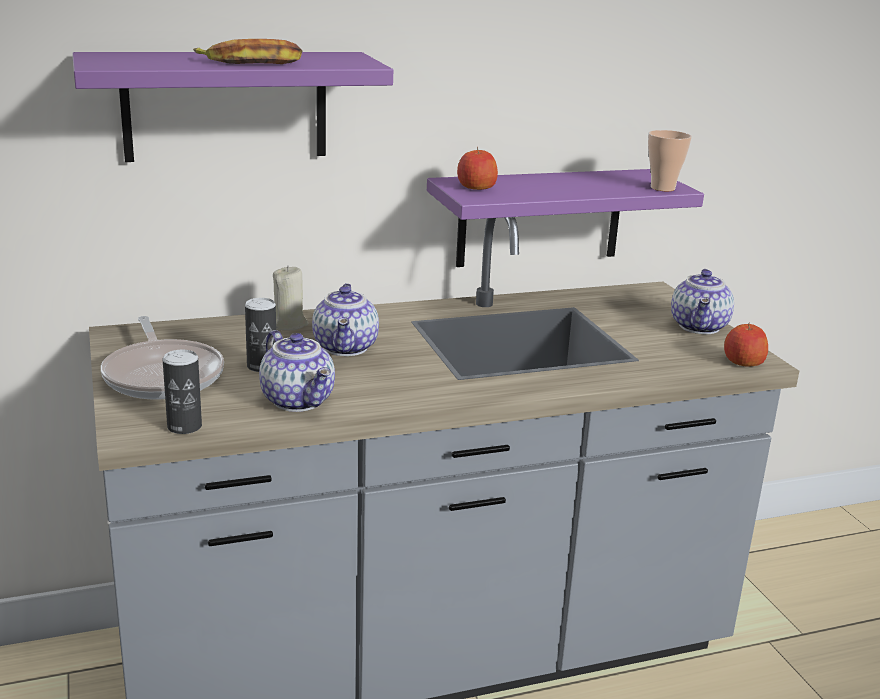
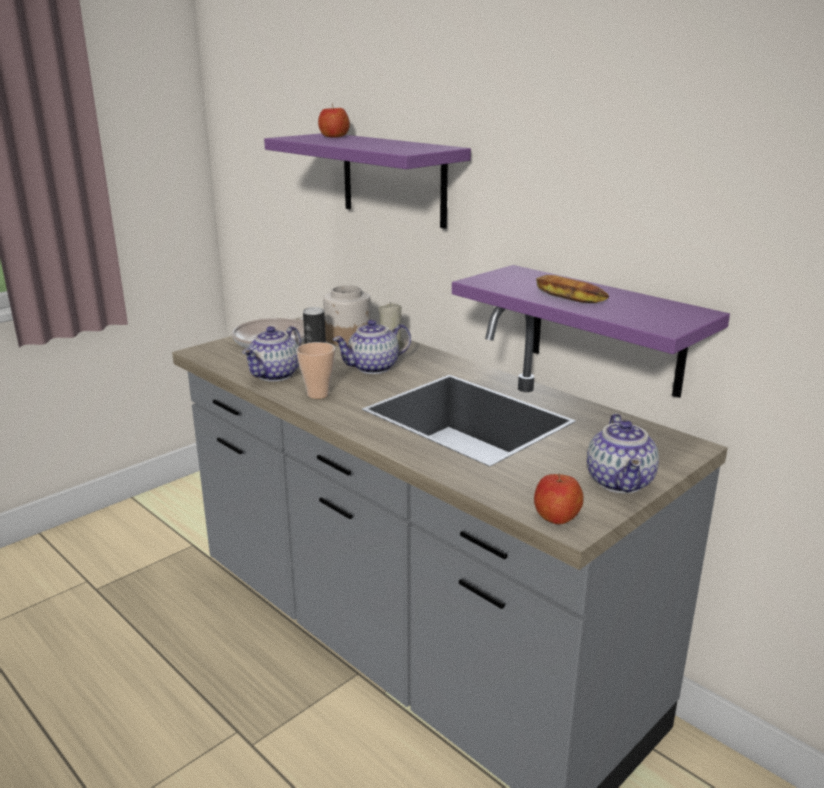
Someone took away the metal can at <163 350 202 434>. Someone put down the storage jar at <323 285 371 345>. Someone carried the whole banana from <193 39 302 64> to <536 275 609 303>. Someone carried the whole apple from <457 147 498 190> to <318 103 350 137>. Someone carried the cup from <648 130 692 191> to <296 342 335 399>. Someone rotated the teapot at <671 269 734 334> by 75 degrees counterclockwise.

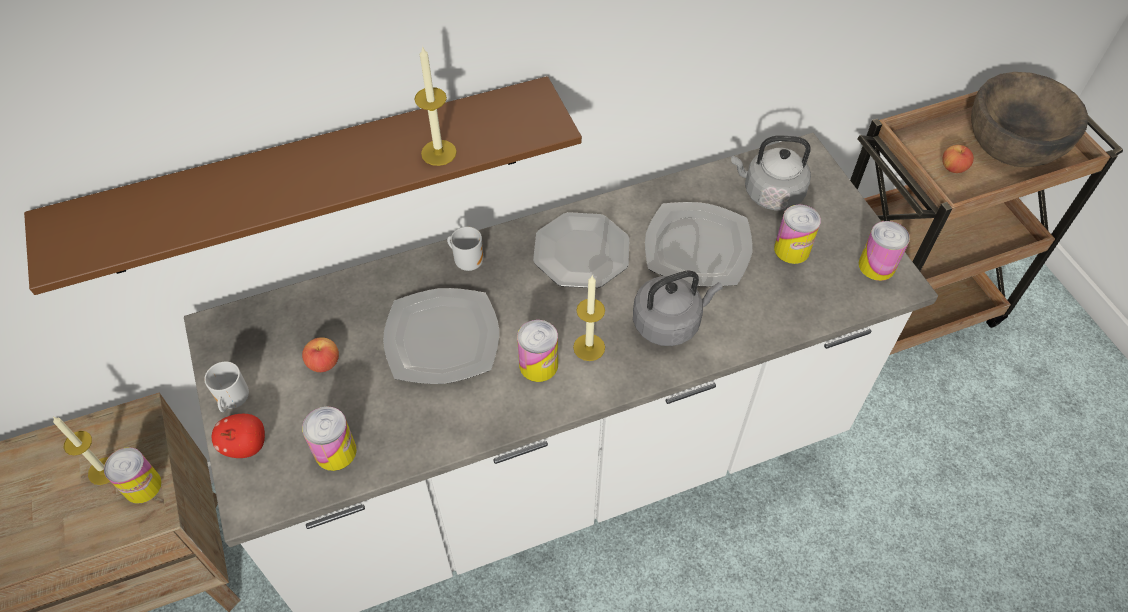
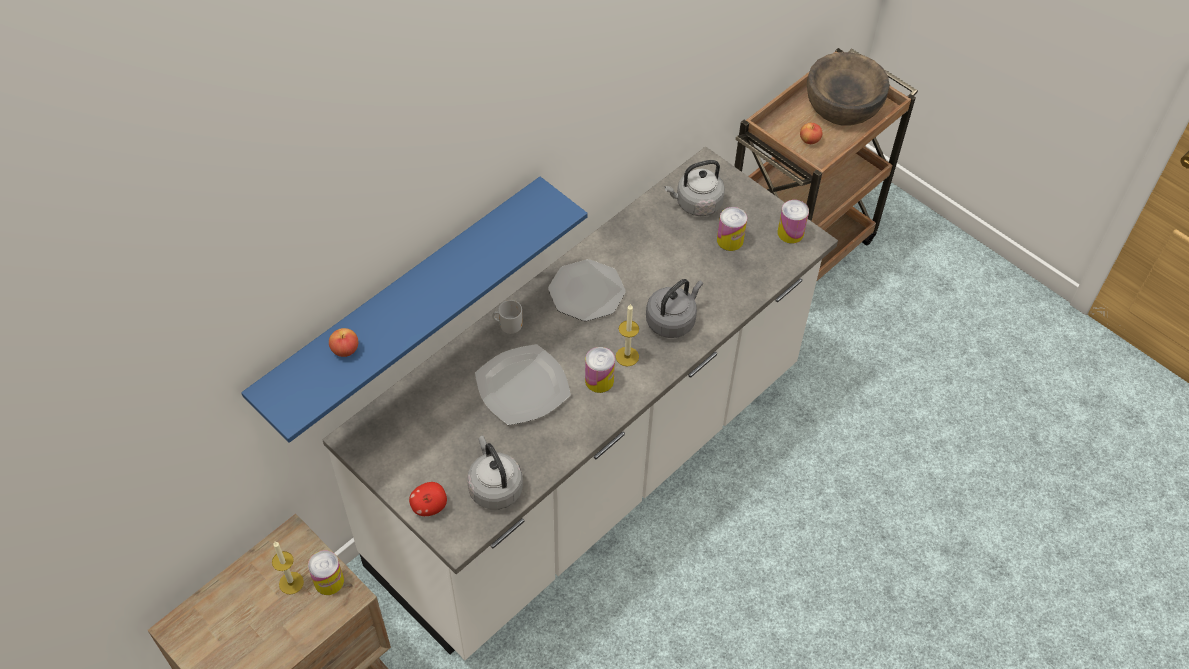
Someone took away the tea mug at <204 361 249 412>. Someone took away the candle at <414 46 457 166>. Someone took away the plate at <645 202 752 287>. Someone carried the whole apple from <302 337 339 372> to <329 328 358 357>. Someone swapped the metal can at <302 406 357 471> for the grey water kettle at <467 436 523 510>. Someone repainted the brown-coloured bracket shelf at <24 76 582 295>, which became the blue-coloured bracket shelf at <241 177 588 443>.

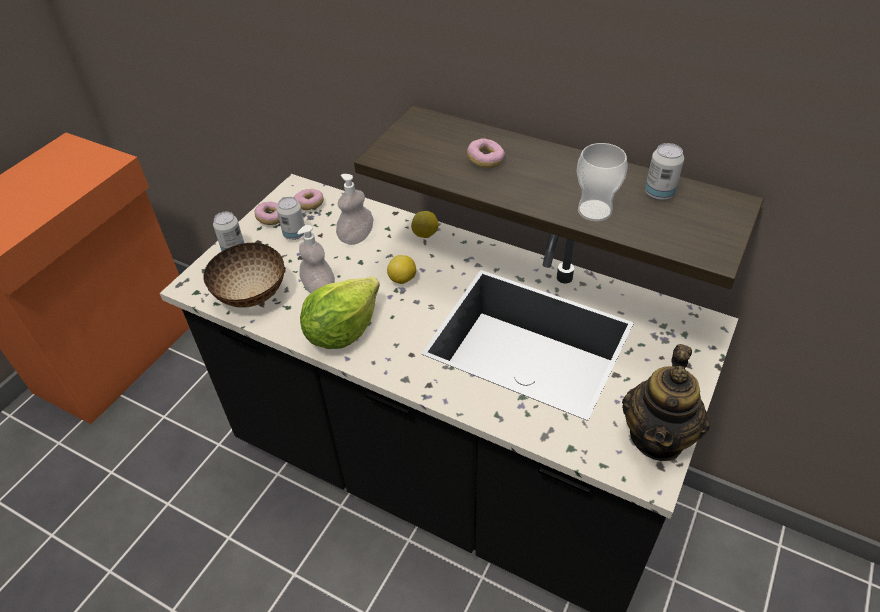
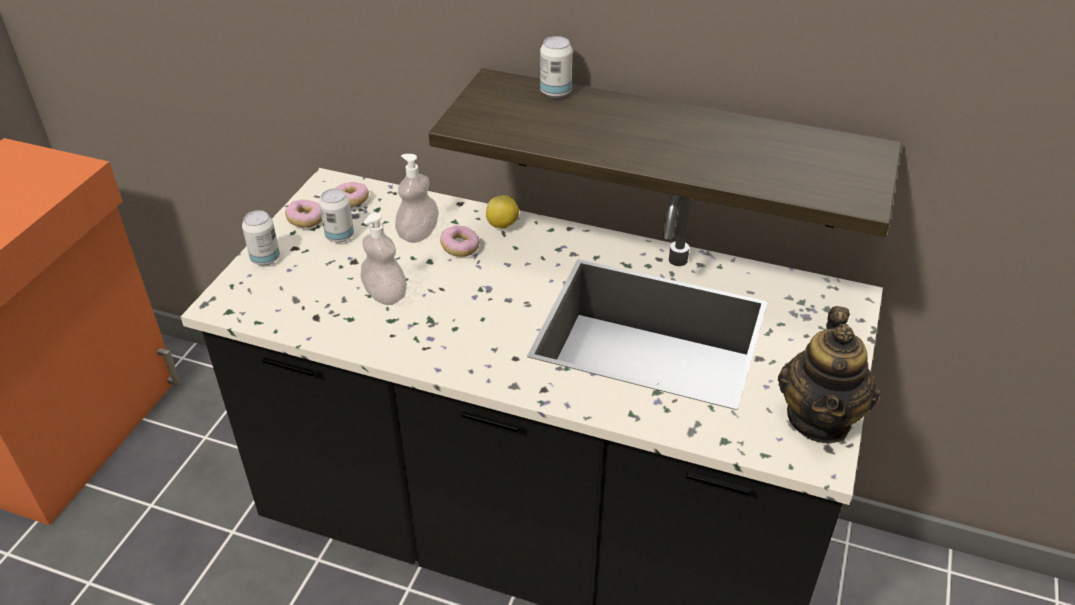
Someone took away the bowl at <203 243 286 308>. Someone took away the lettuce at <300 276 380 349>. Someone took away the lemon at <387 255 416 284>. Someone took away the cup at <576 143 628 221>. Someone carried the donut from <467 138 505 169> to <440 225 480 257>. Someone carried the metal can from <645 143 684 200> to <540 36 573 98>.

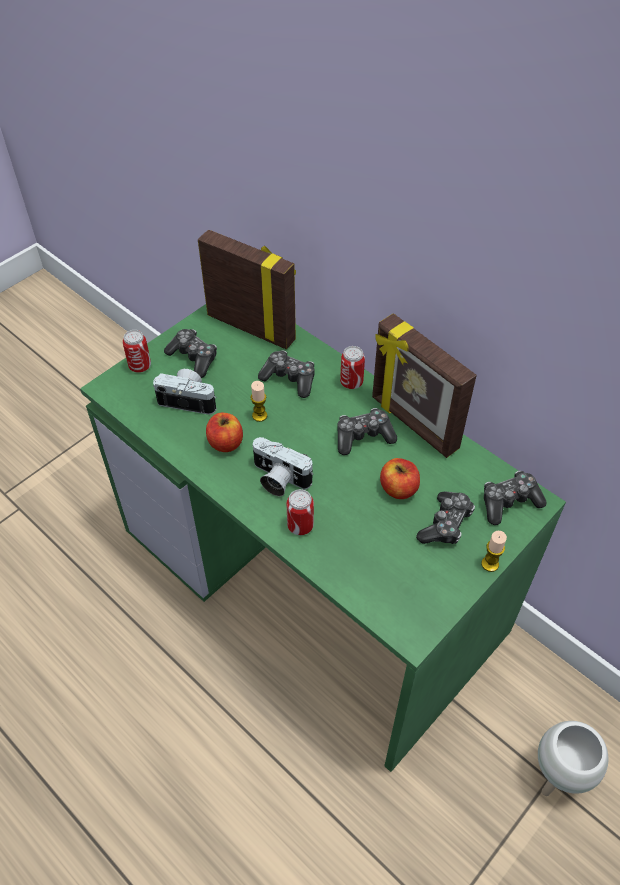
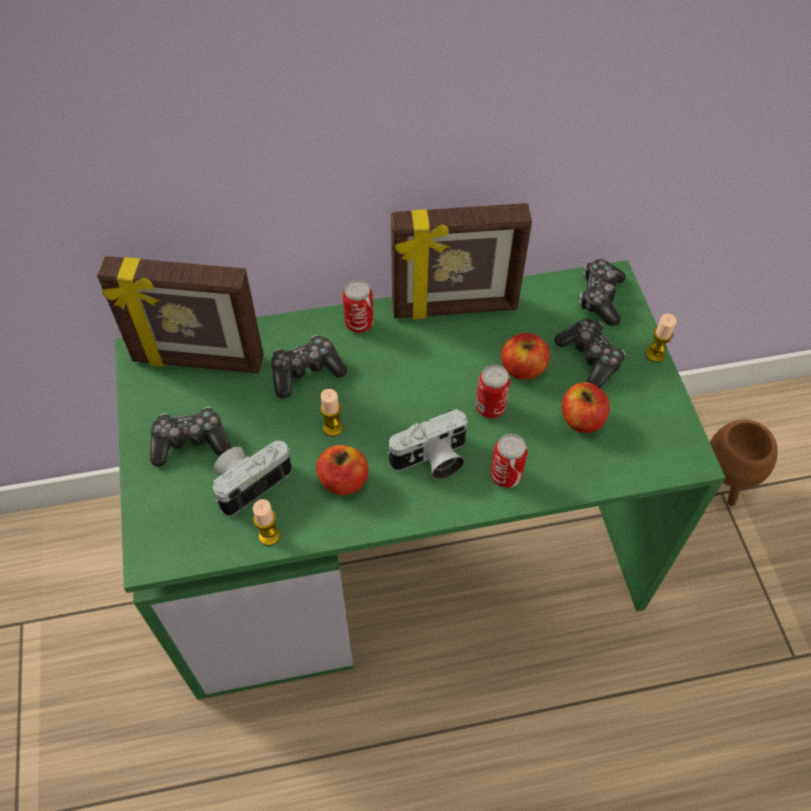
Someone took away the game controller at <337 408 397 455>. Someone put down the candle at <253 499 280 546>. Someone put down the whole apple at <562 382 610 433>. Someone carried the metal can from <123 330 151 373> to <476 365 511 418>. Someone repainted the white-coloured plant pot at <538 721 608 796>, which became the brown-coloured plant pot at <710 420 778 506>. Someone rotated the photo frame at <198 230 296 350> by 150 degrees counterclockwise.

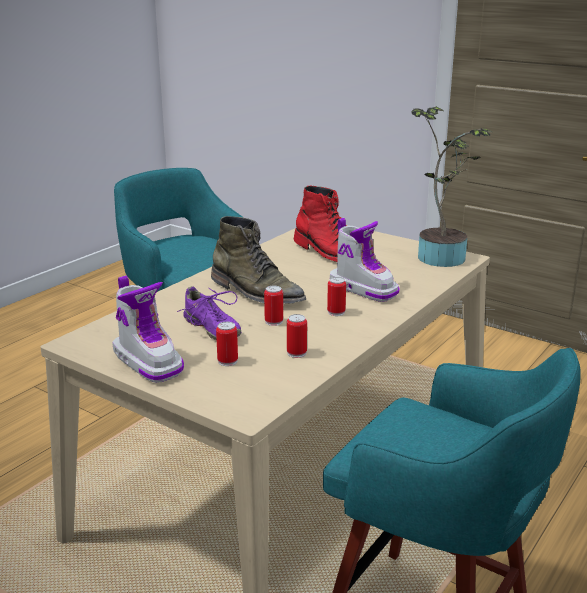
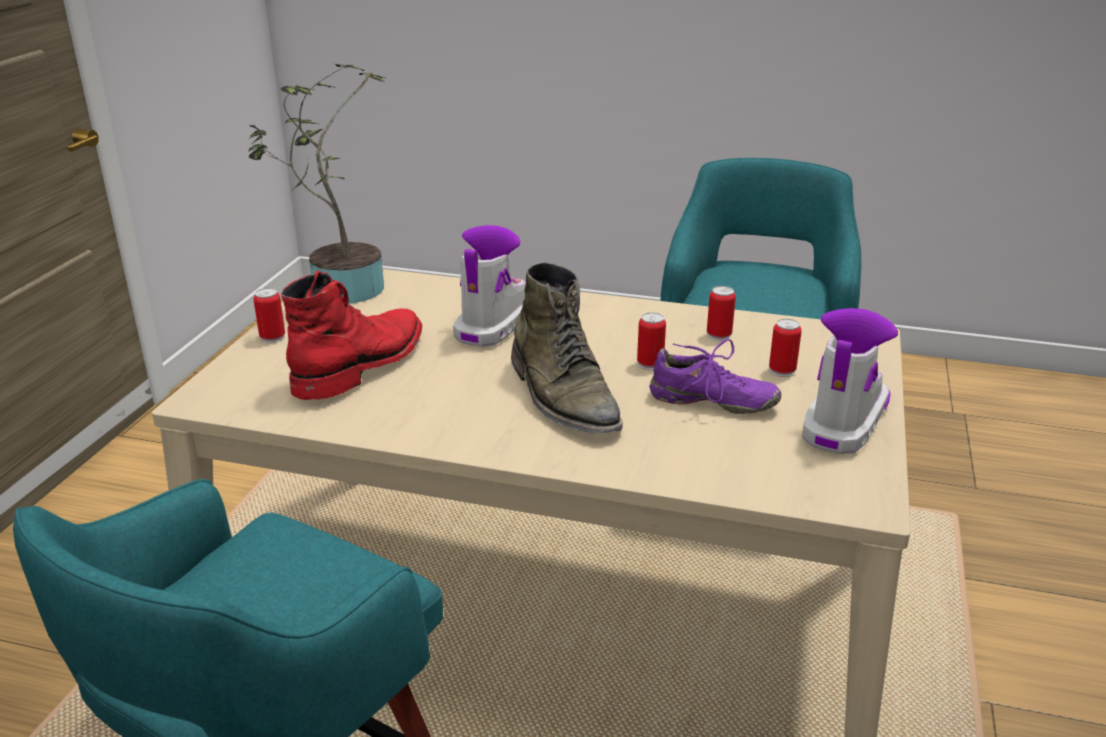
Someone carried the metal can from <327 277 346 316> to <253 288 285 343>. Someone rotated the purplish low shoe at <177 286 242 340> by 75 degrees clockwise. Someone rotated the green-coloured tall boot at <211 216 306 304> by 135 degrees clockwise.

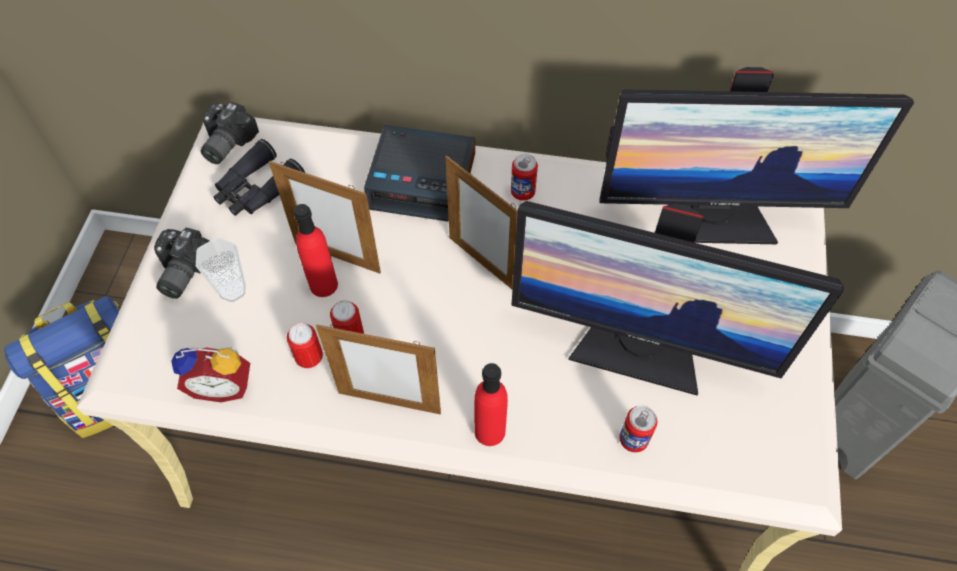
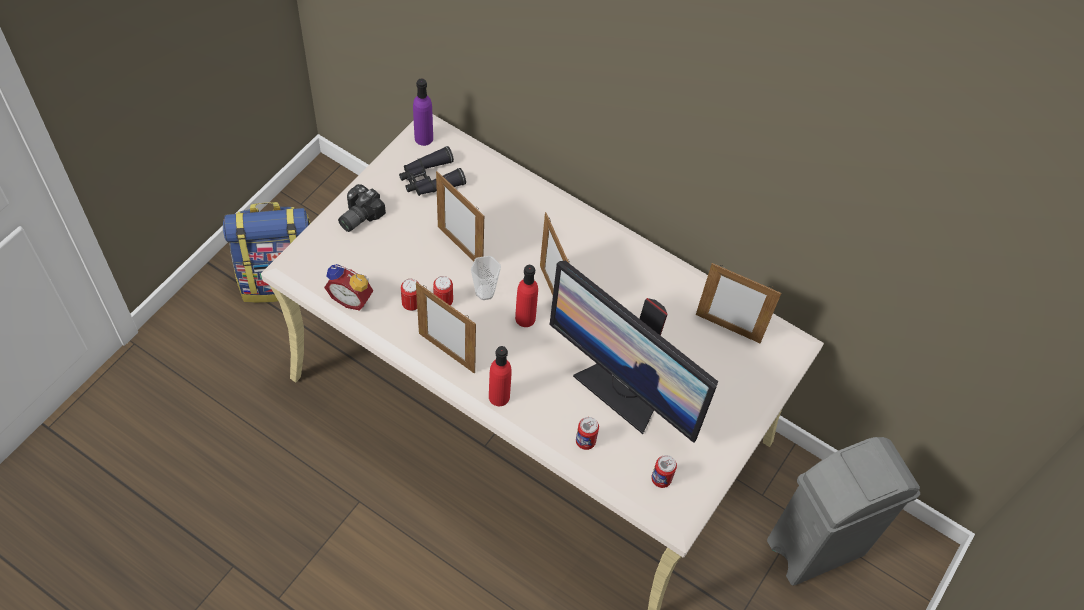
Someone took away the alarm clock at <364 125 475 222>. Someone carried the cup from <196 238 245 302> to <471 256 501 300>. Someone carried the reddish drink bottle from <294 204 338 297> to <515 265 538 327>. Someone carried the metal can from <511 154 538 201> to <651 455 677 488>. Someone swapped the still camera at <201 102 259 164> for the purplish drink bottle at <413 78 433 146>. Someone swapped the monitor at <599 67 914 244> for the photo frame at <696 263 781 343>.

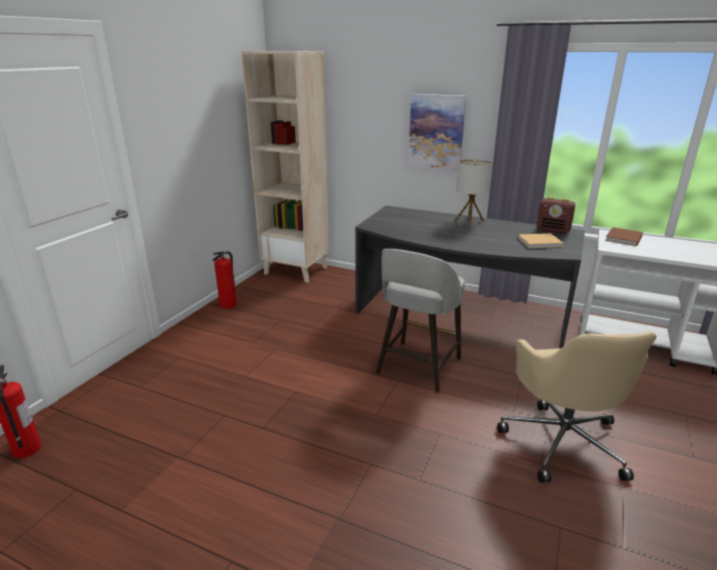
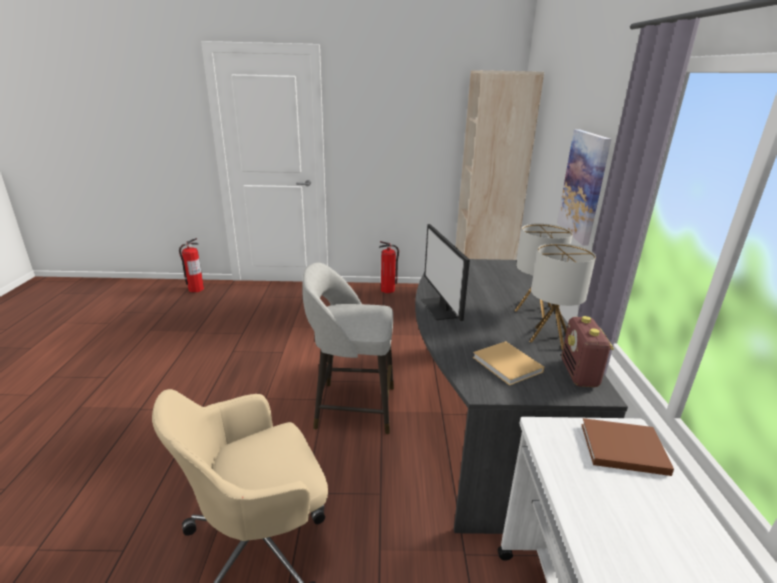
Someone put down the monitor at <421 224 470 321>. Someone put down the table lamp at <529 243 596 350>.

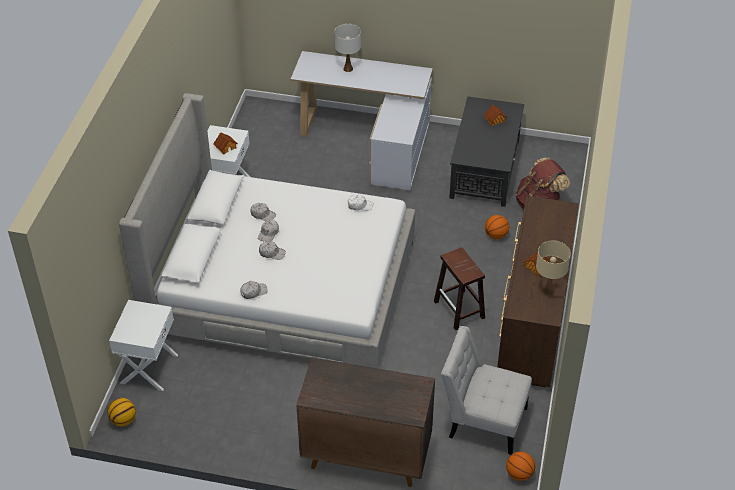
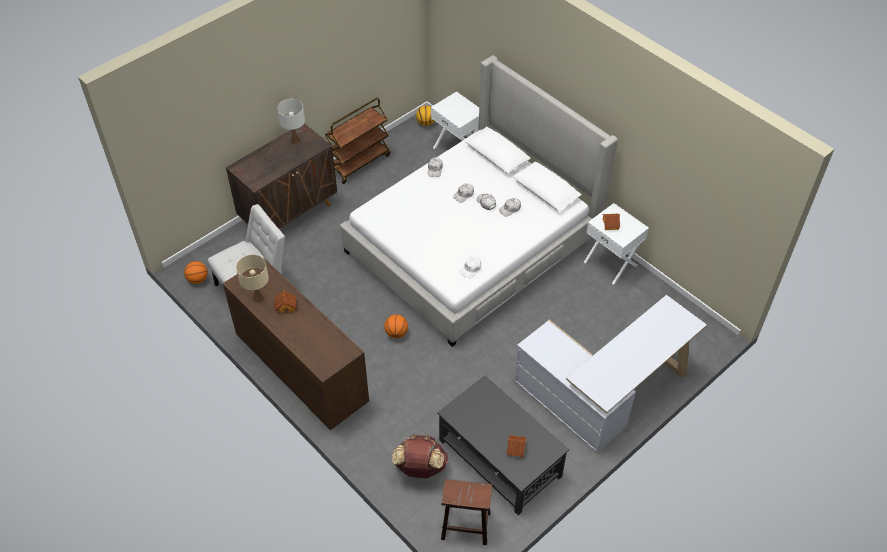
Someone put down the brown-coloured trolley at <325 98 390 184>. Someone carried the white-coloured table lamp from <335 24 361 72> to <277 99 305 145>. Someone carried the brown-coloured sitting stool from <434 247 485 330> to <441 479 492 545>. Someone carried the ball for basketball from <485 215 509 239> to <384 314 408 338>.

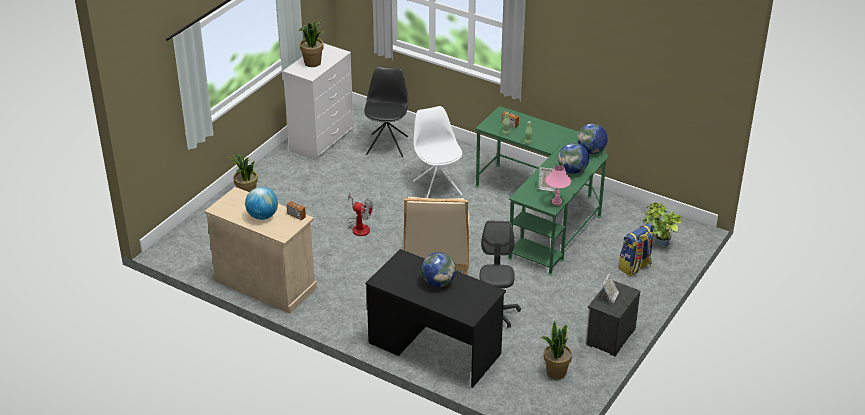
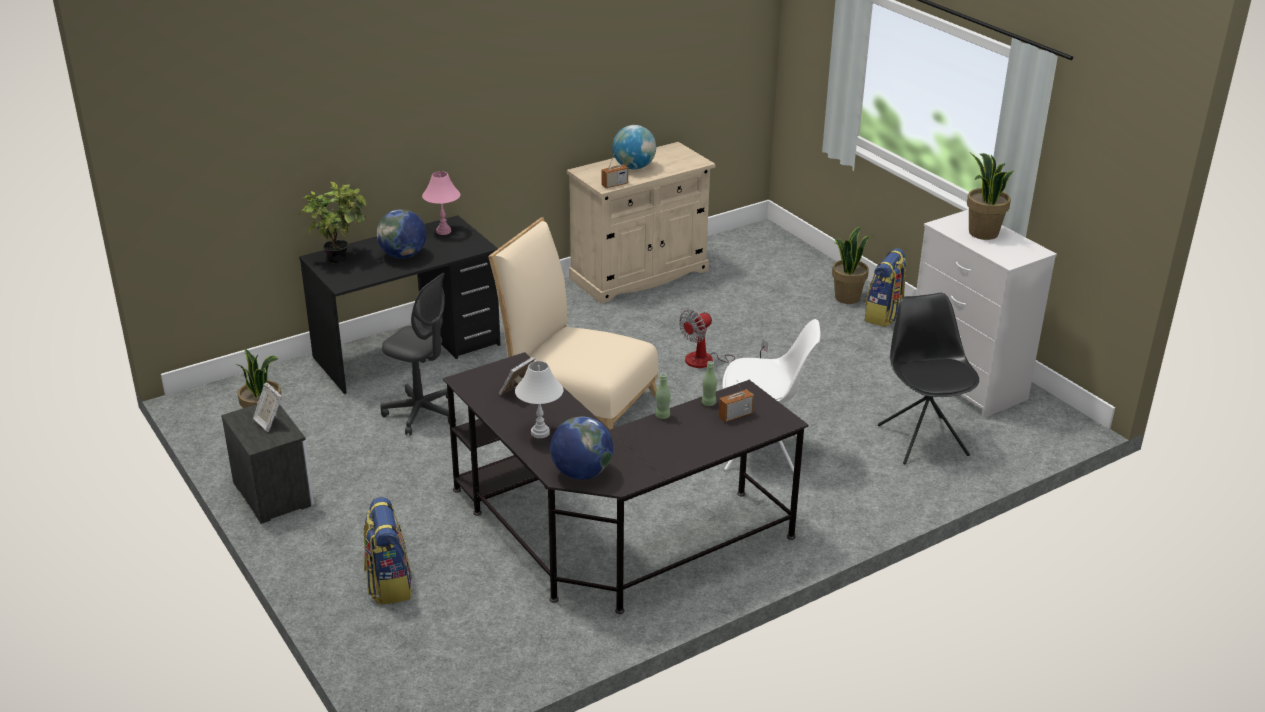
Someone put down the backpack at <865 248 907 327>. Someone carried the pink-coloured table lamp from <546 165 571 206> to <422 171 460 235>. Someone carried the plant in a pot from <642 202 683 247> to <297 182 366 264>. Someone swapped the world globe at <558 143 589 174> for the white-coloured table lamp at <515 361 563 438>. Someone repainted the green-coloured desk at <475 106 608 275>, which became the black desk at <443 352 808 614>. Someone rotated the black upright chair at <364 67 408 158> by 135 degrees counterclockwise.

